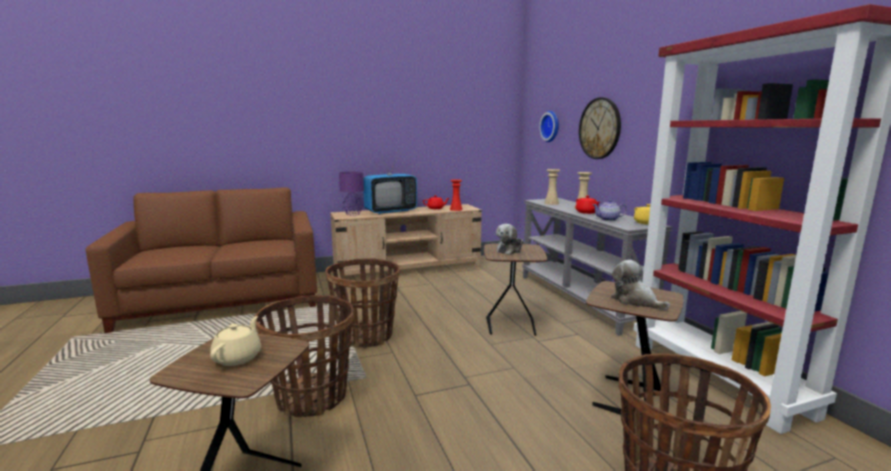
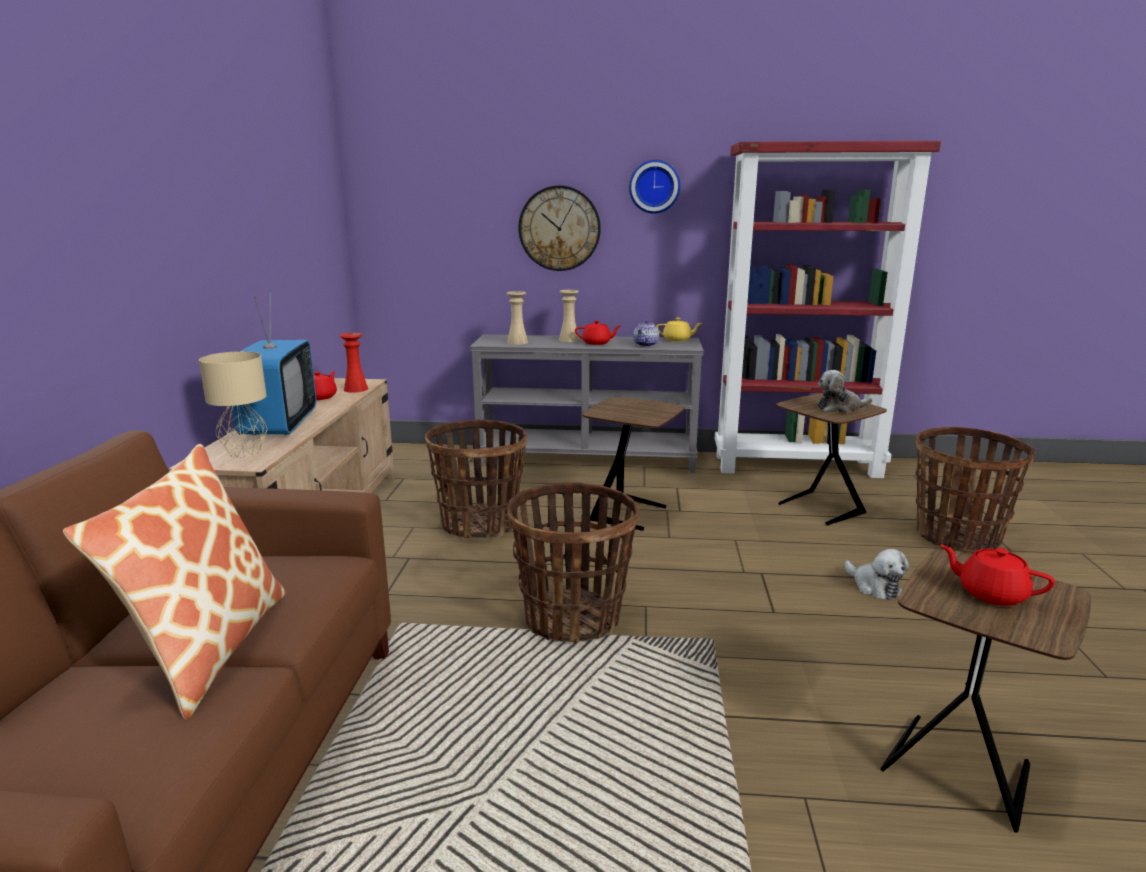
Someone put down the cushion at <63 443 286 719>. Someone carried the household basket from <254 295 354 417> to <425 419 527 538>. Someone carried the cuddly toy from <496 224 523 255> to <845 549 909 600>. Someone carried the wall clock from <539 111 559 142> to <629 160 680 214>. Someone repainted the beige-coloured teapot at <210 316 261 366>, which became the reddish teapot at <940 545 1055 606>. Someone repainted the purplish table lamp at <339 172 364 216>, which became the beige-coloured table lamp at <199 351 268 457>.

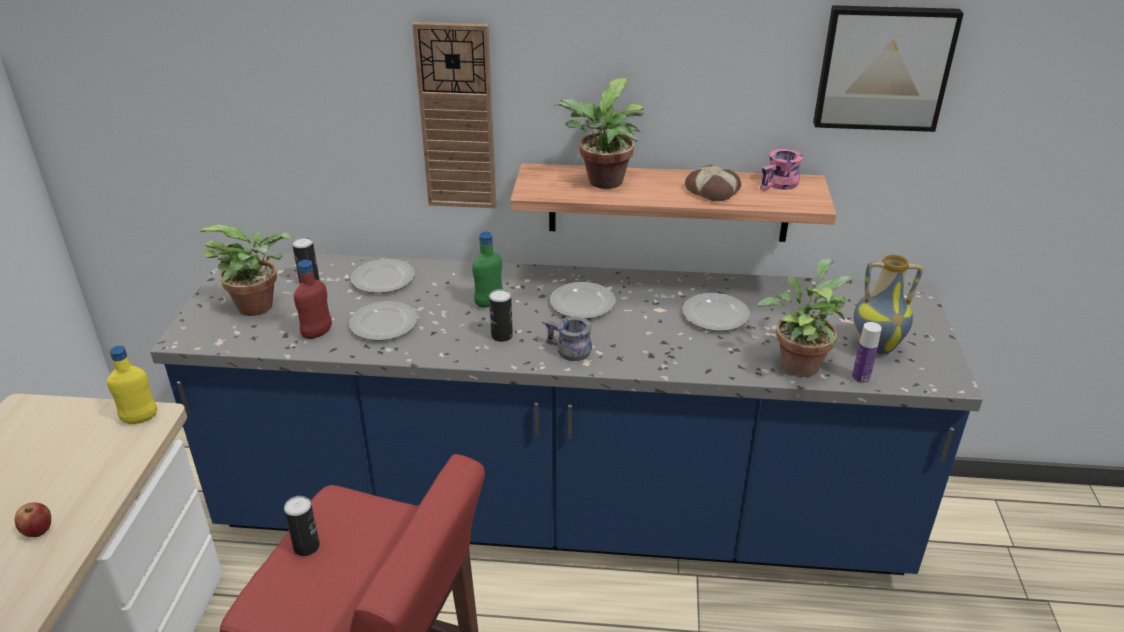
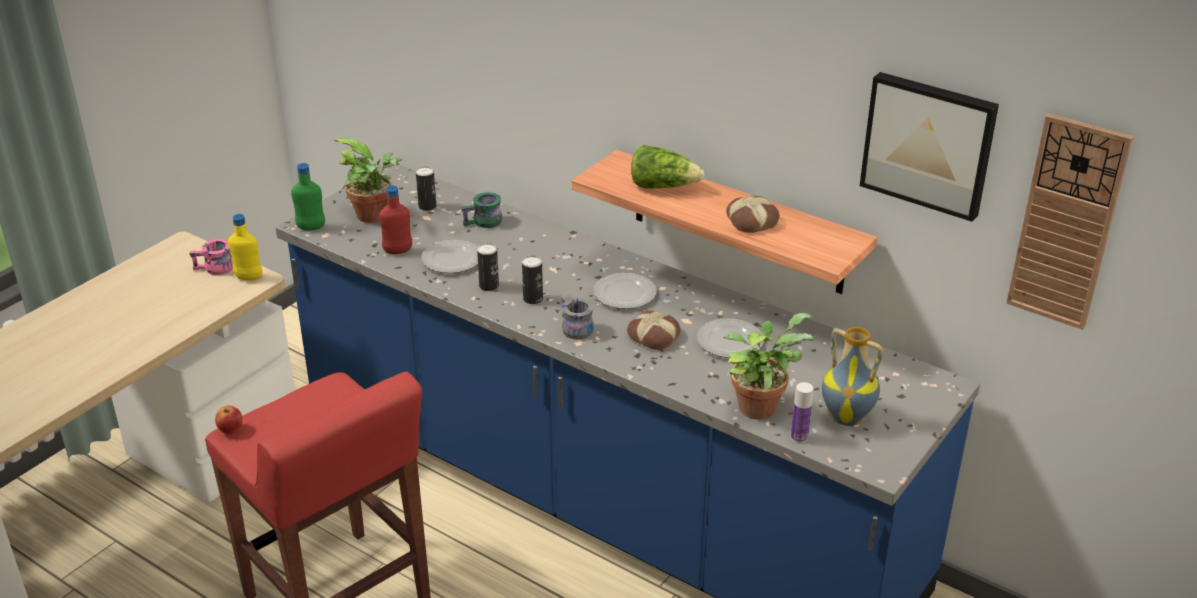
Someone put down the bakery bread at <627 310 681 350>. Someone carried the whole apple from <15 502 51 537> to <215 406 242 434>. Someone carried the metal can from <284 496 320 556> to <477 243 499 291>. Someone carried the wall clock from <412 22 496 208> to <1006 113 1133 330>. Someone carried the green-coloured drink bottle from <472 231 503 308> to <291 163 325 230>. Someone carried the pink-coloured tea mug from <760 149 803 191> to <189 239 233 275>. Someone swapped the plate at <351 259 415 293> for the green-coloured tea mug at <461 192 502 228>. Someone swapped the plant in a pot at <553 78 644 189> for the lettuce at <631 145 705 189>.

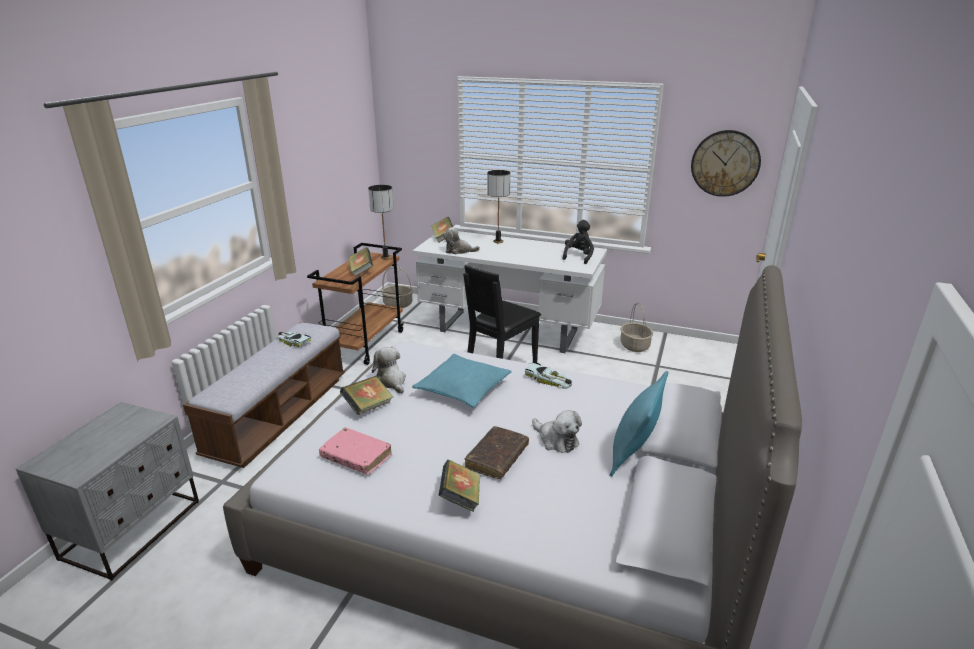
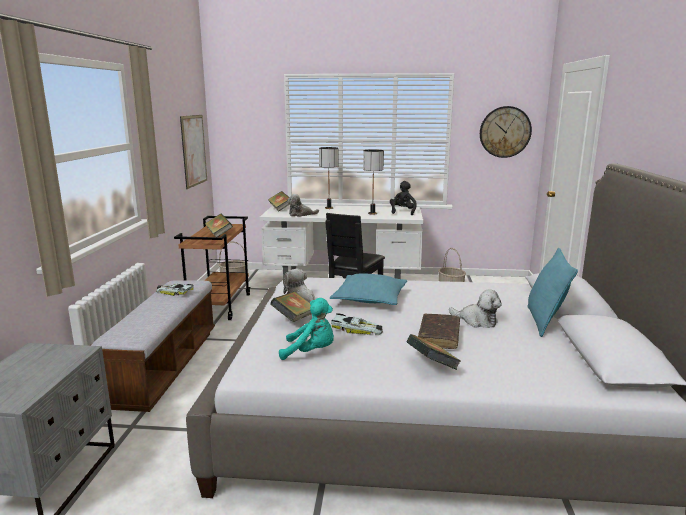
Someone put up the wall picture at <180 115 207 189>. Someone carried the table lamp from <368 185 394 259> to <363 149 384 215>. Someone carried the miniature car from <525 362 572 389> to <331 313 383 335>. Someone swapped the pink-coloured book at <319 427 392 475> for the turquoise-coloured cuddly toy at <279 298 334 360>.

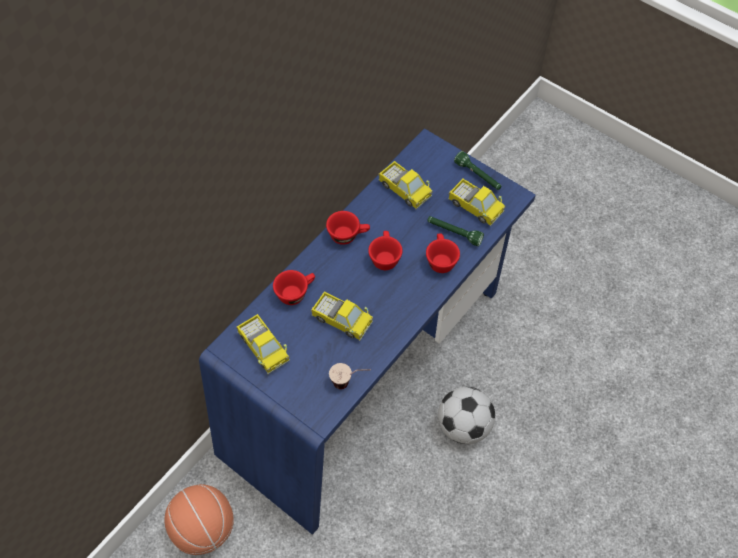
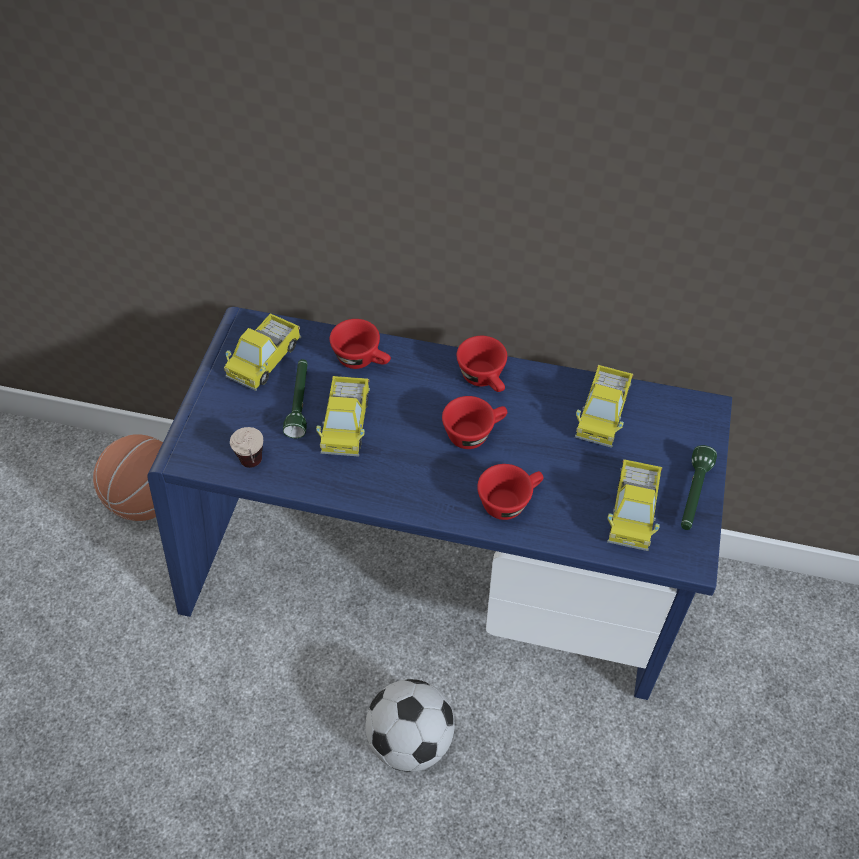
Someone carried the green-coloured hand torch from <427 216 484 247> to <283 359 308 438>.

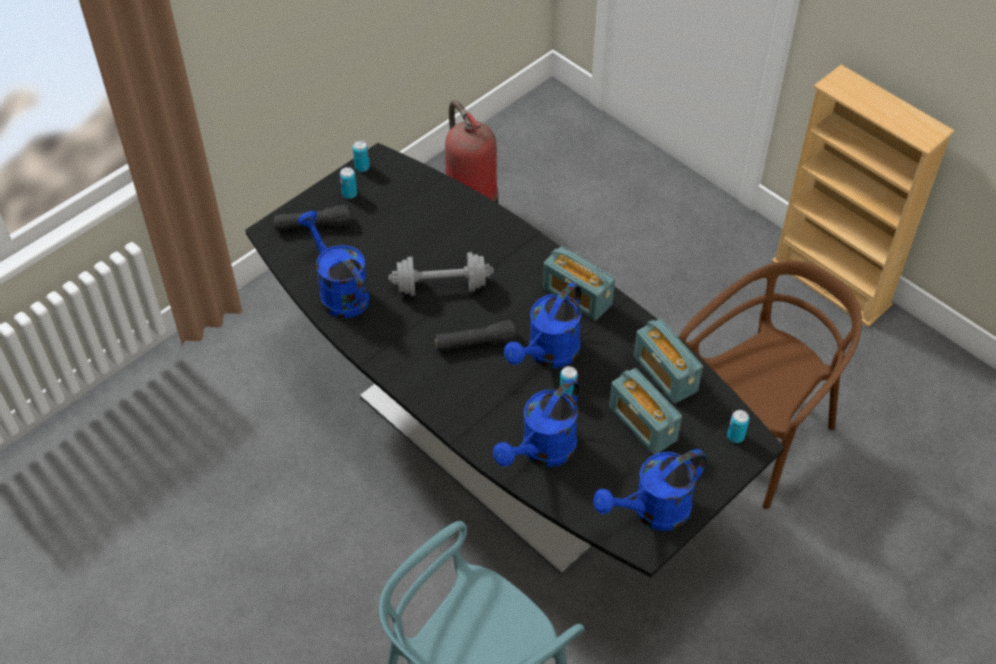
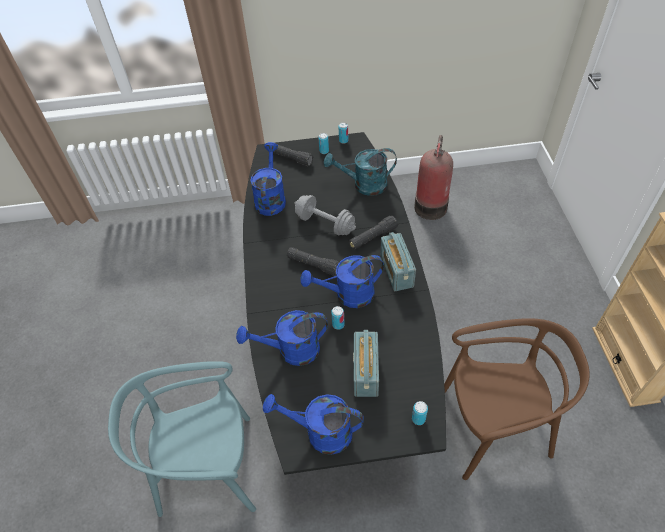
Someone took away the radio at <634 319 703 403>. Someone put down the turquoise-coloured watering pot at <324 148 397 196>. Someone put down the black hand torch at <349 215 398 250>.

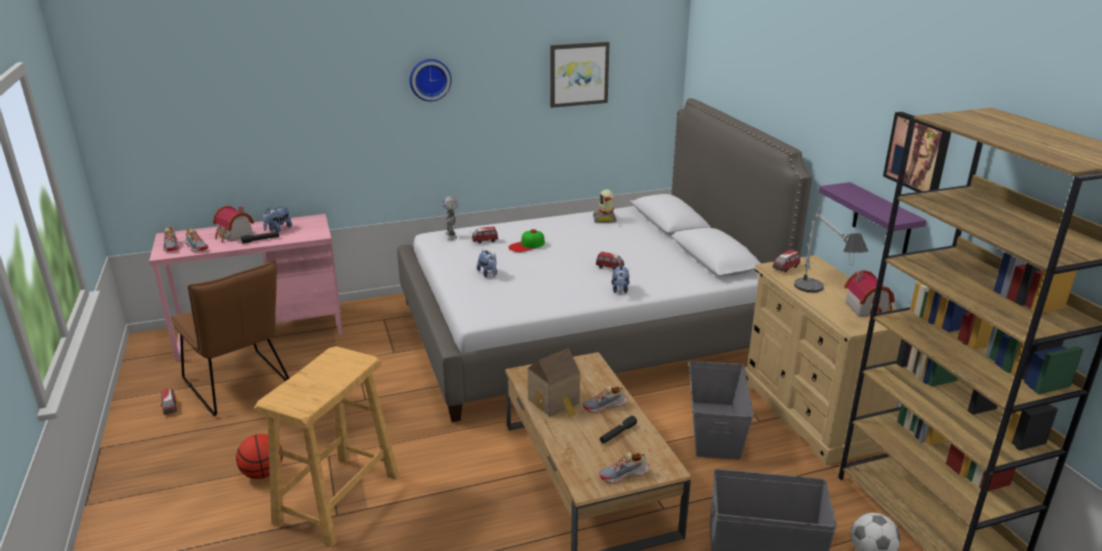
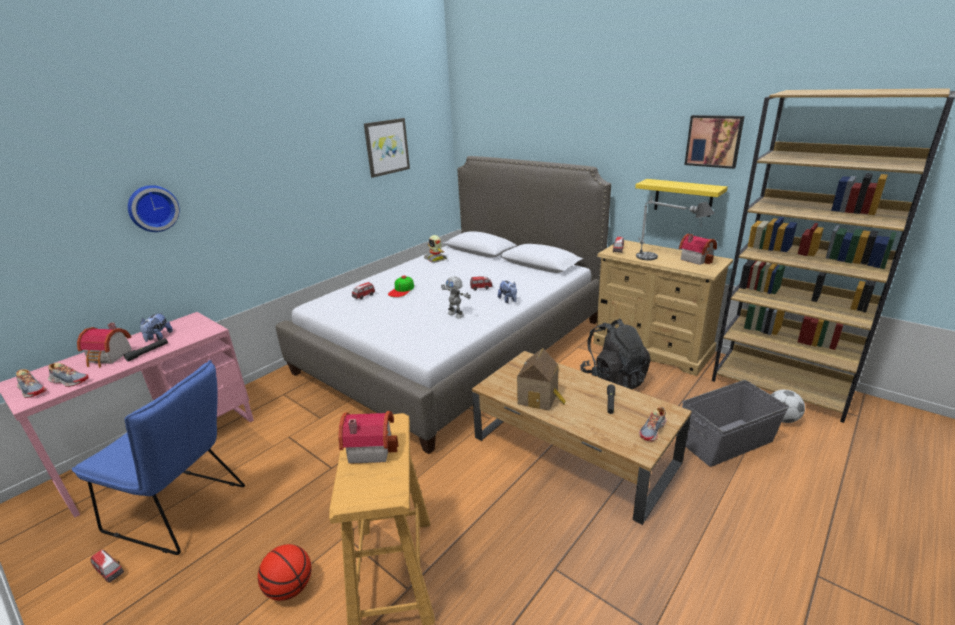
Someone took away the cuddly toy at <477 250 497 277>. Someone took away the low shoe at <583 386 628 413>. Someone put down the miniature house at <338 411 398 464>. Someone carried the wall clock from <410 59 452 101> to <128 185 180 232>. Someone carried the toy robot from <442 196 459 240> to <441 276 471 318>. Someone swapped the grey storage container at <689 361 754 459> for the black backpack at <580 319 651 389>. Someone repainted the brown-coloured upright chair at <171 260 289 416>, which became the blue-coloured upright chair at <72 360 245 555>. Someone repainted the purplish bracket shelf at <818 182 926 254>, which became the yellow-coloured bracket shelf at <635 179 728 217>.

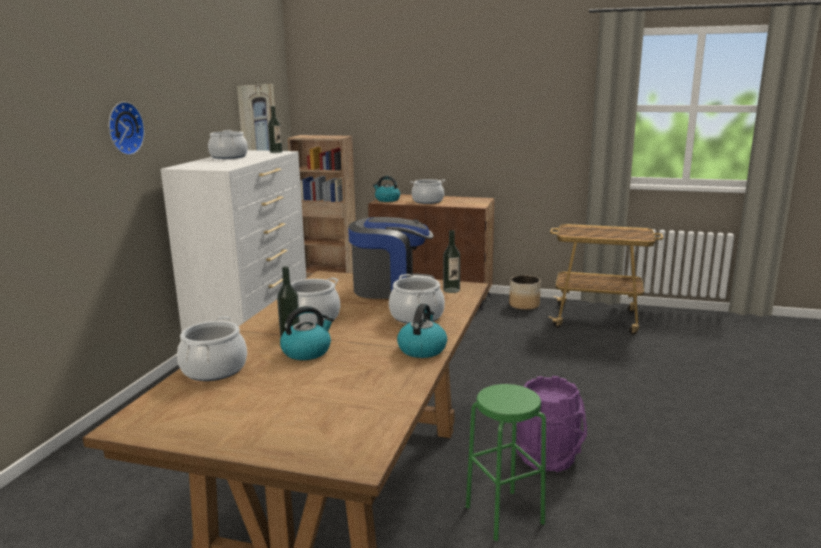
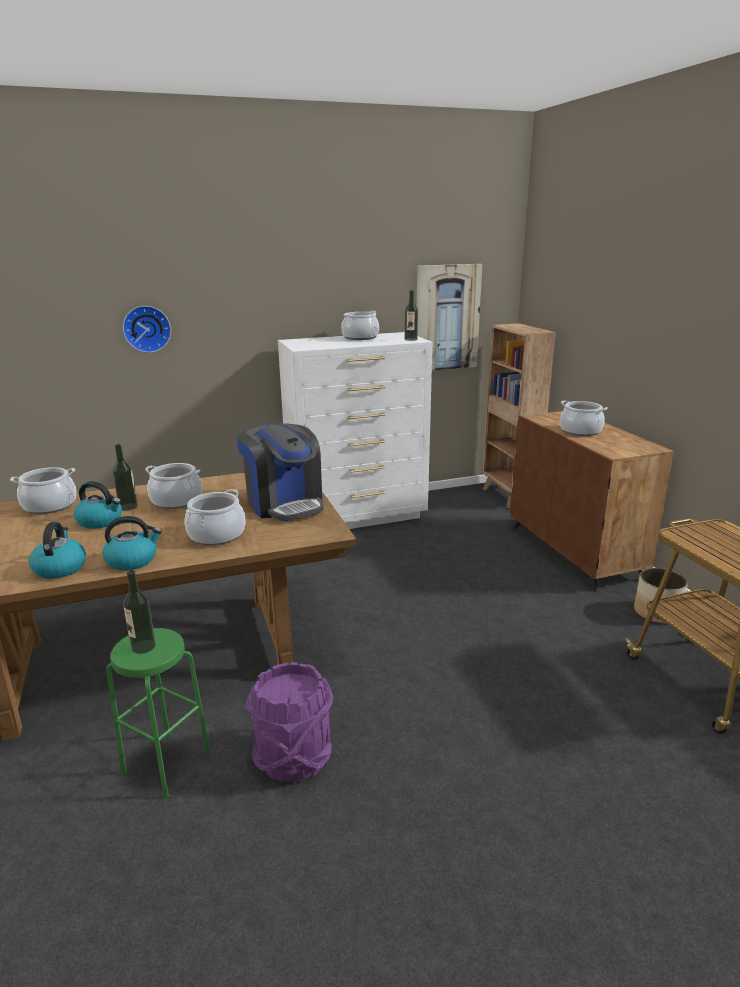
Someone carried the wall clock from <108 102 145 155> to <123 306 171 353>. Someone carried the water kettle from <373 176 400 202> to <29 522 86 579>. Someone carried the drink bottle from <443 230 460 293> to <123 570 156 654>.

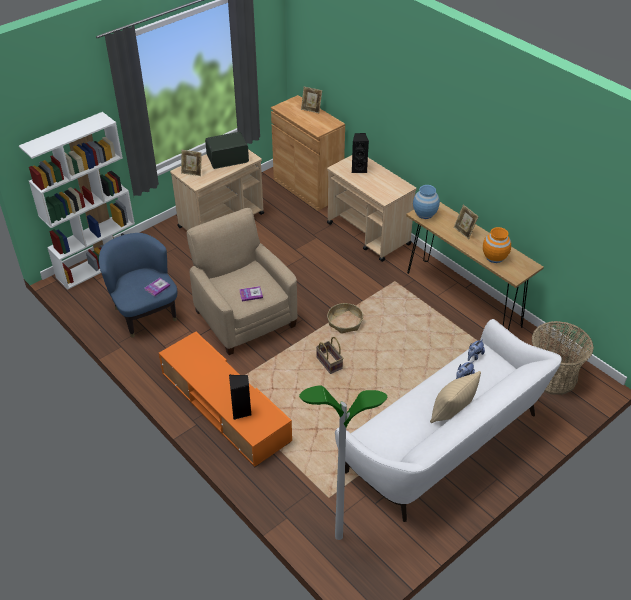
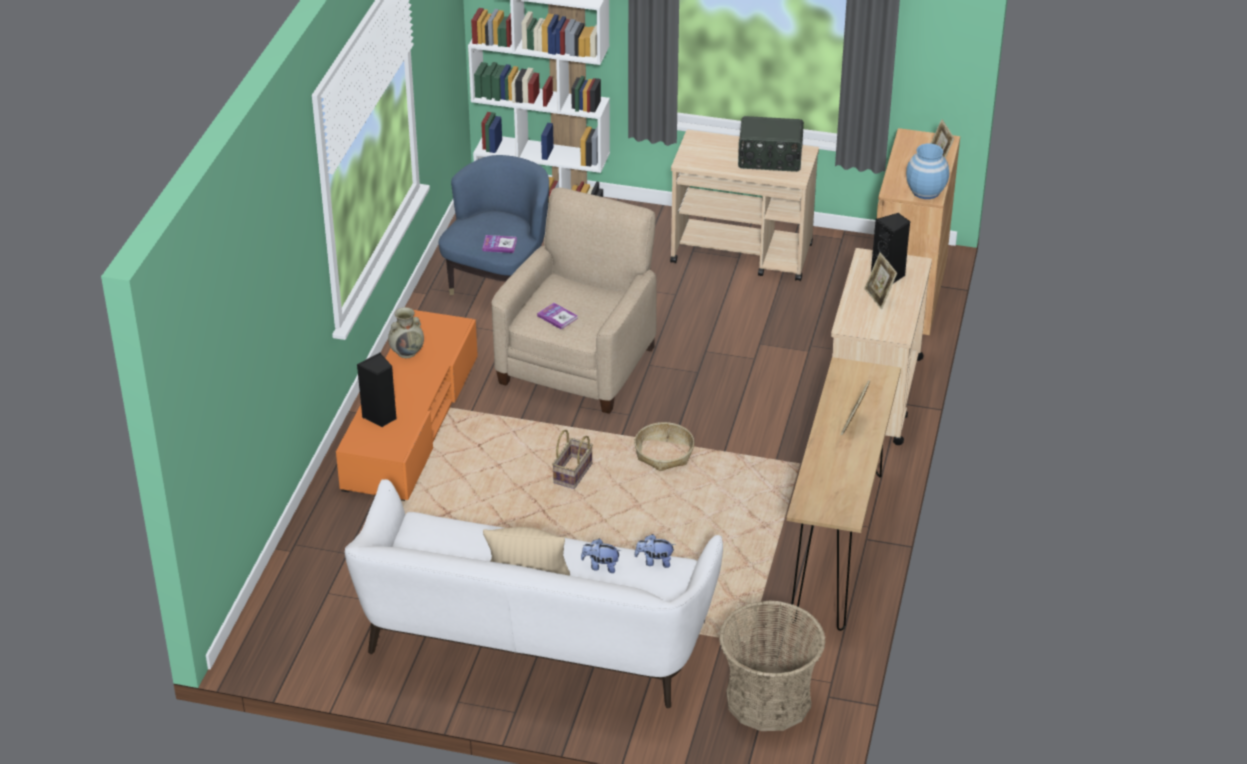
Someone took away the standing lamp at <299 385 387 540>. Someone took away the orangey decorative vase at <483 227 511 263>. Someone put down the beige-coloured decorative vase at <388 307 424 358>. Someone carried the photo frame from <181 150 202 176> to <864 252 897 309>. Someone carried the blue-coloured decorative vase from <413 185 440 219> to <906 143 949 199>. Someone rotated the radio at <205 132 249 169> by 150 degrees clockwise.

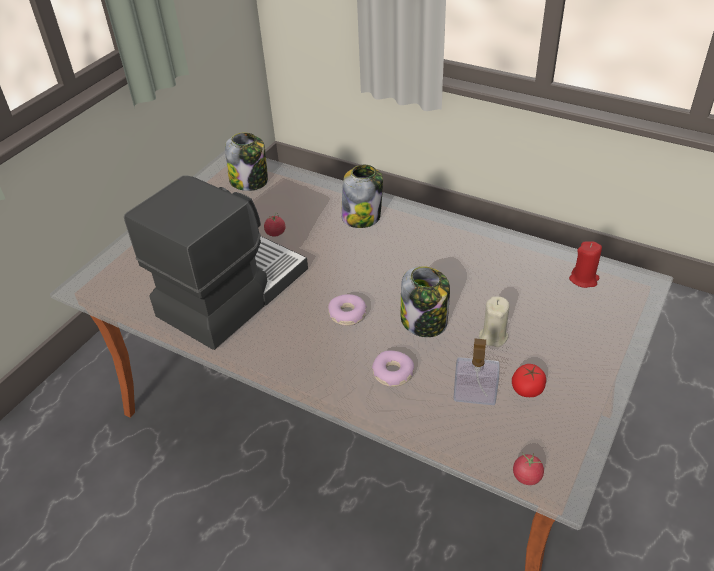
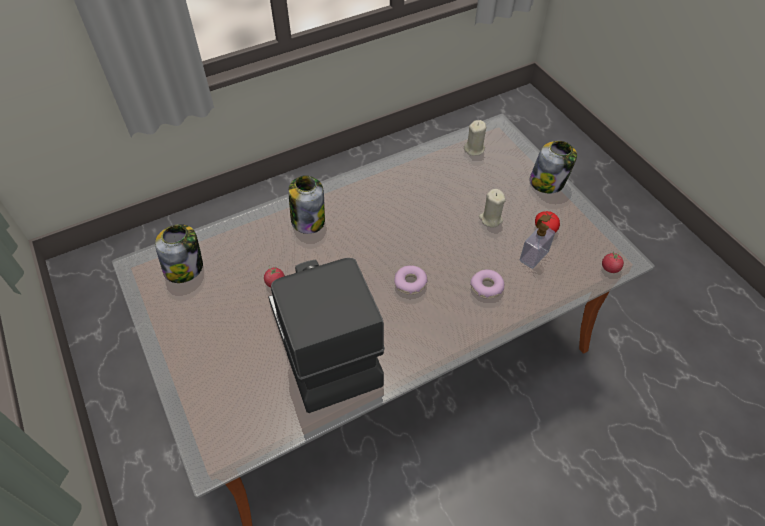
Someone carried the storage jar from <401 266 450 337> to <529 141 577 194>. Someone repainted the reddish candle at <569 241 602 288>, which became the beige-coloured candle at <464 120 486 156>.

